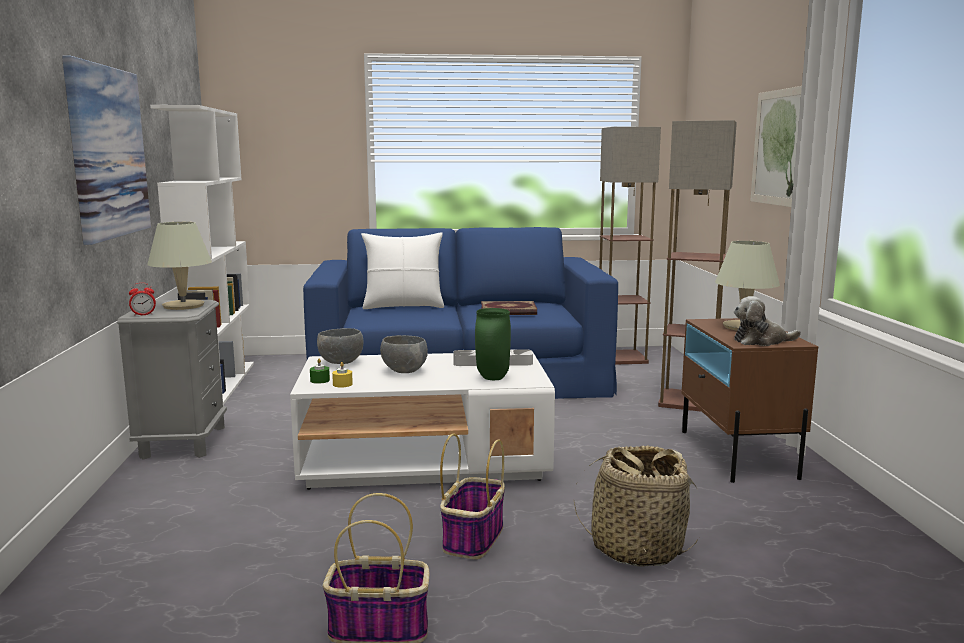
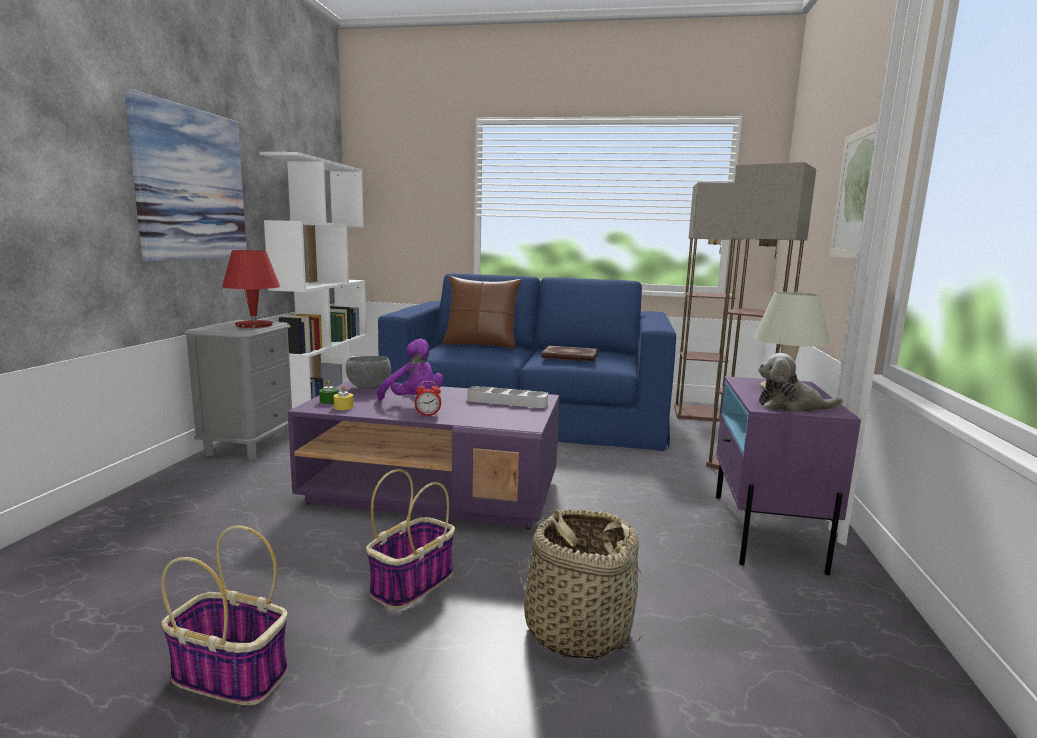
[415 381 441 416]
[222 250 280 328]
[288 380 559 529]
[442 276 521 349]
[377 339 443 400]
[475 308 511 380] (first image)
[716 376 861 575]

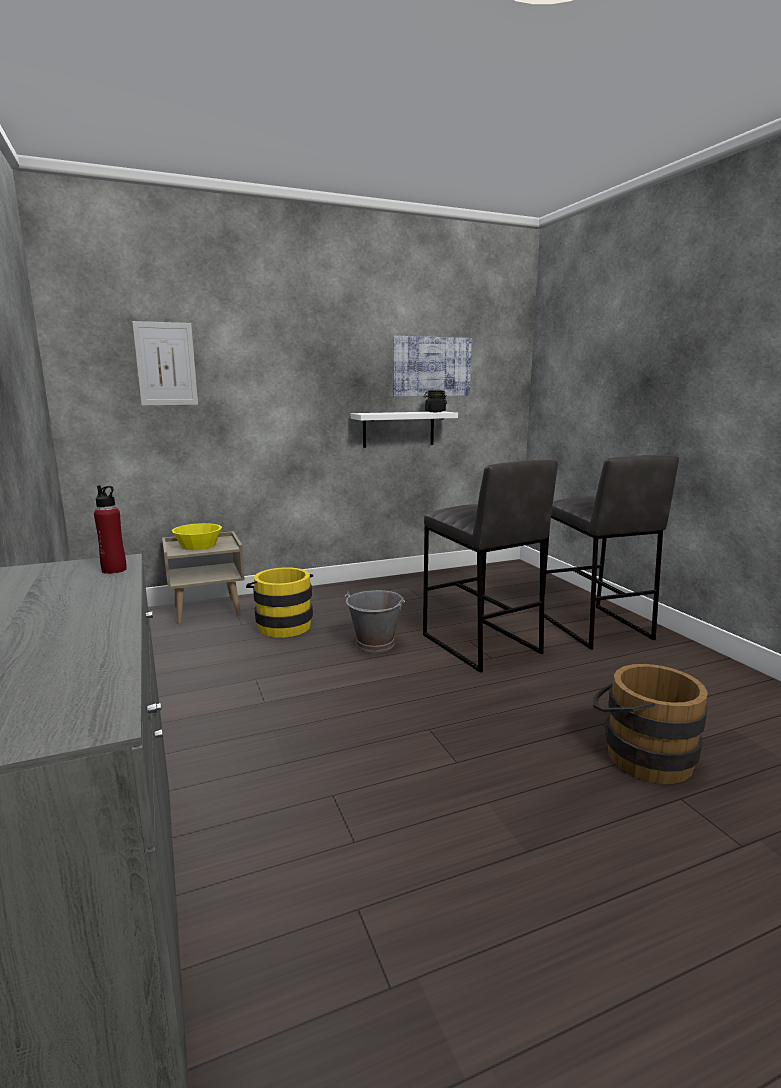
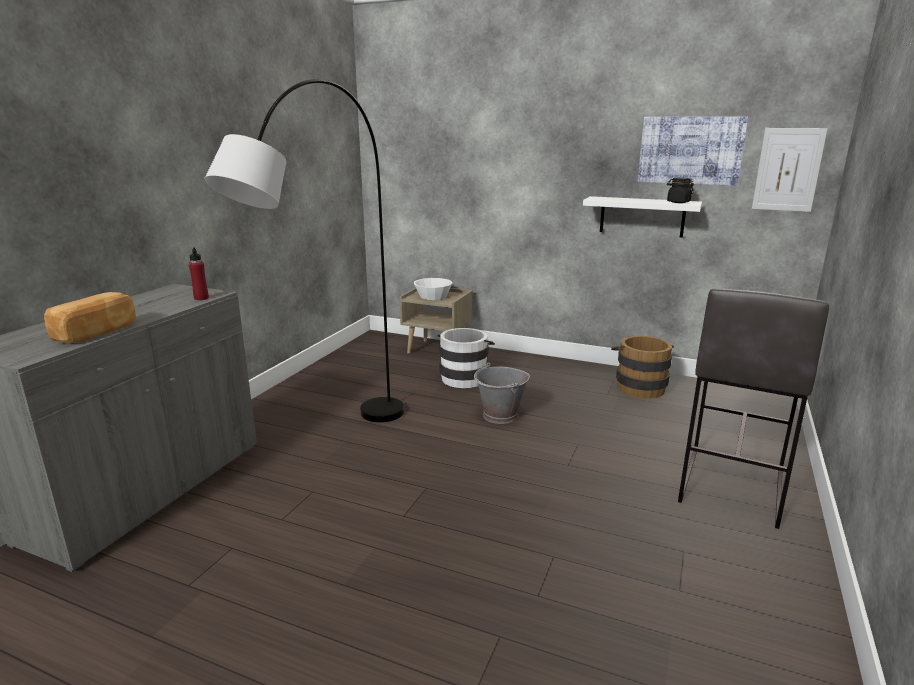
[752 128 828 212]
[414 278 452 300]
[438 328 495 388]
[423 460 558 673] (first image)
[611 336 674 399]
[44 292 136 344]
[204 79 404 422]

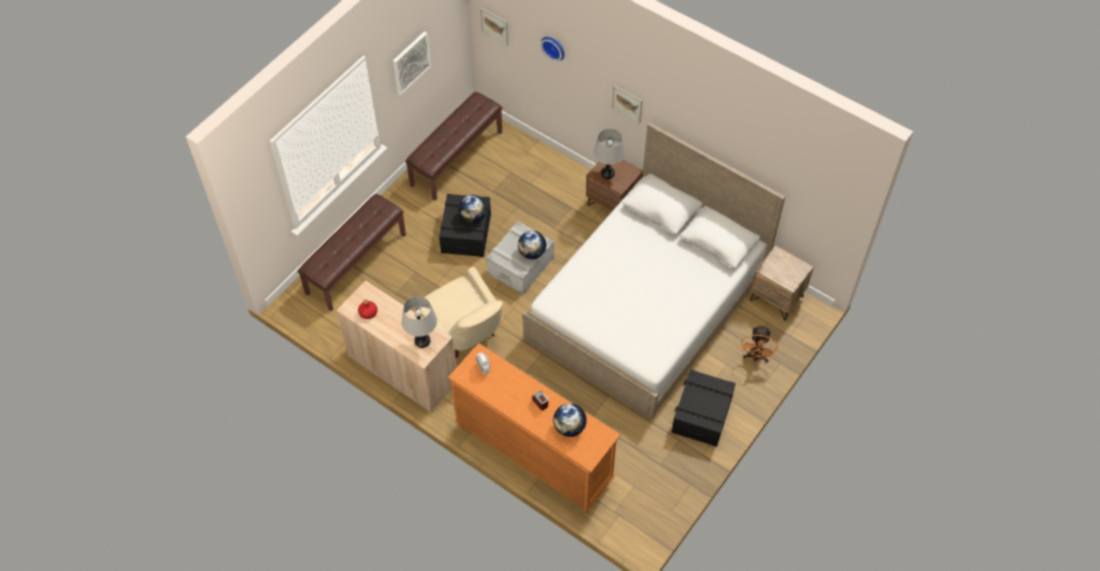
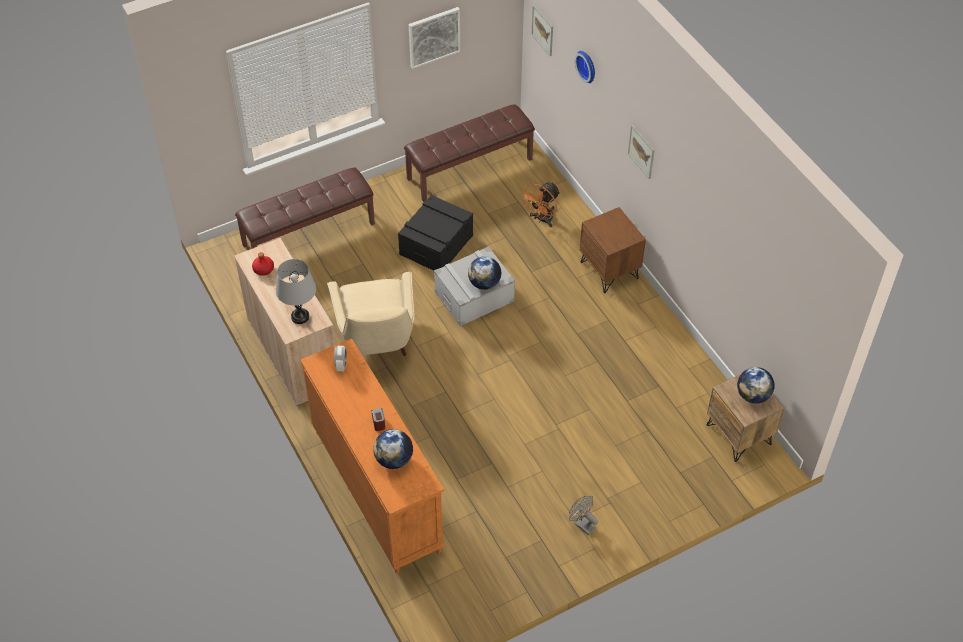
[737 367 774 404]
[523 122 786 420] (first image)
[594 128 625 179] (first image)
[569 496 598 535]
[521 182 560 227]

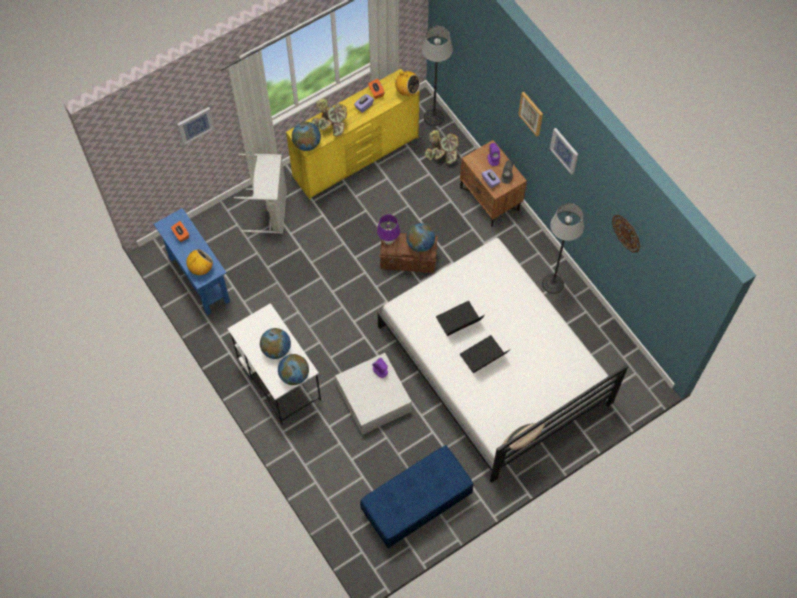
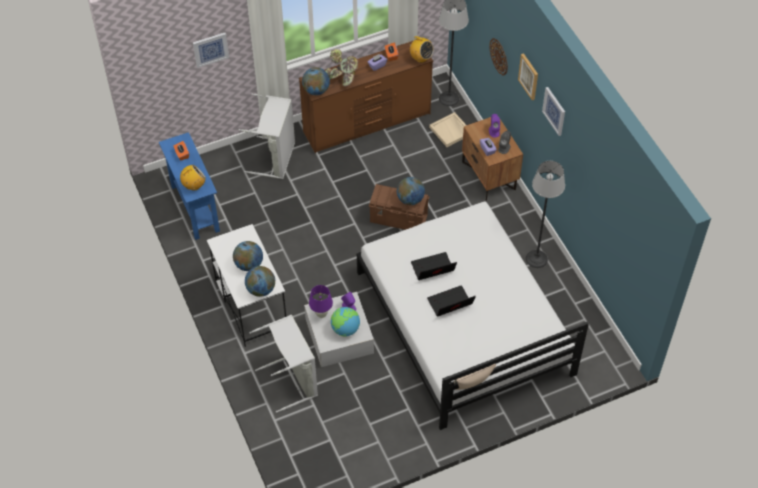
[299 41 433 153]
[360 445 473 548] (first image)
[309 285 333 318]
[429 112 466 147]
[489 38 508 76]
[249 315 318 413]
[331 307 360 337]

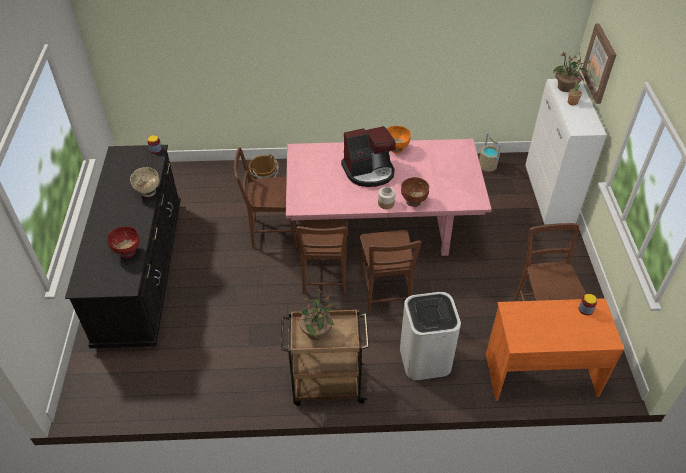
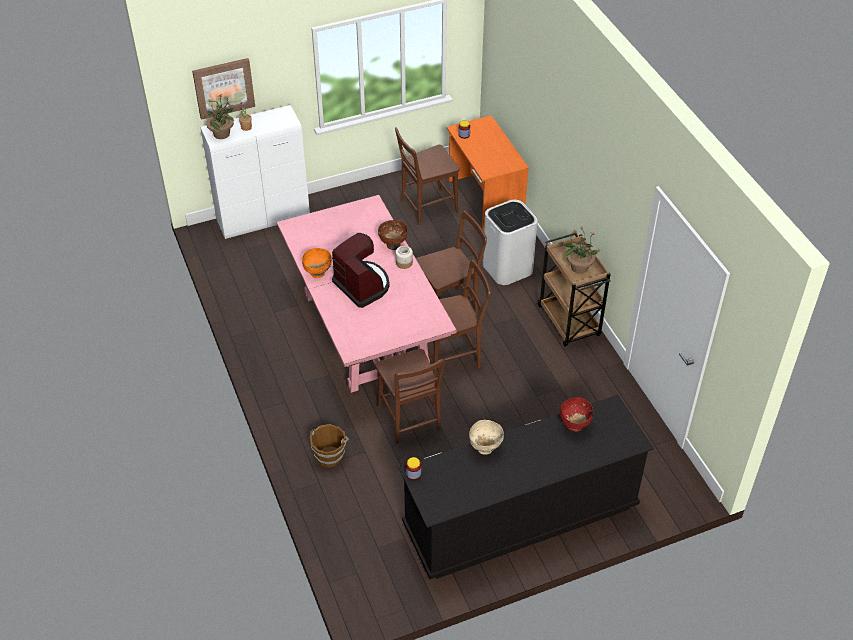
[479 133 501 172] (first image)

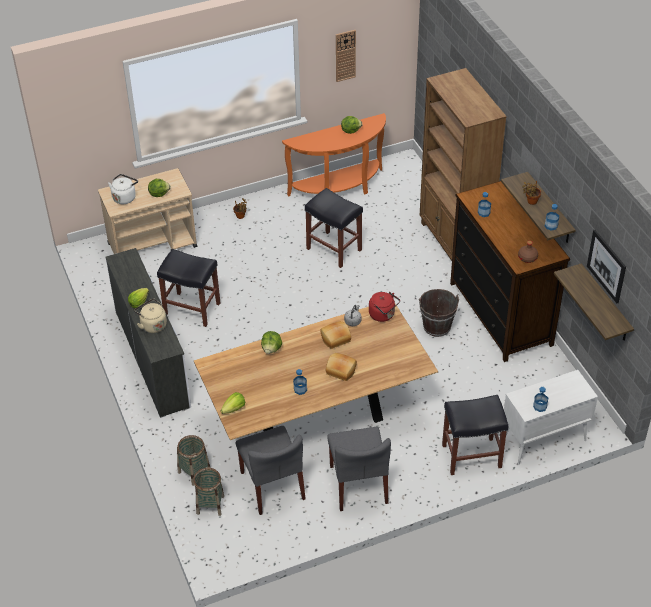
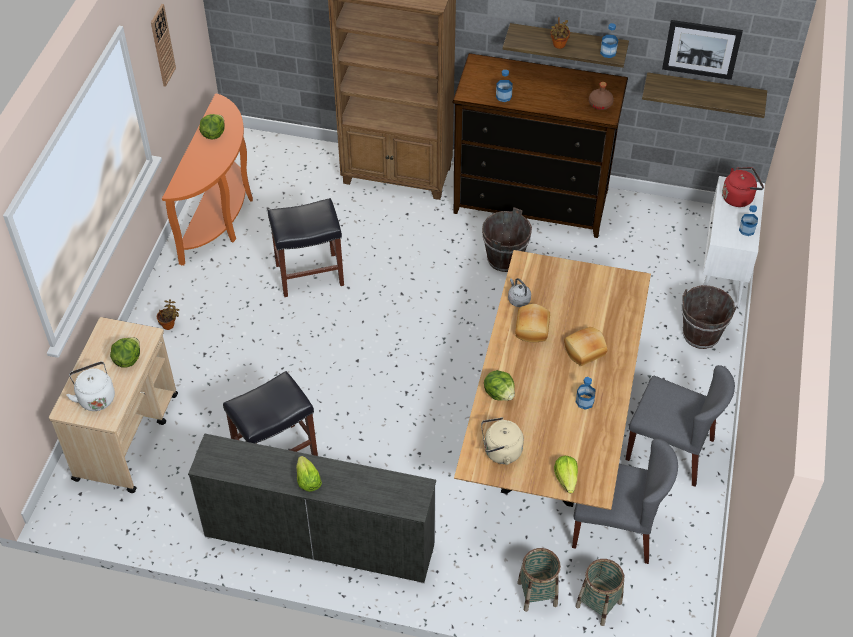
[481 417 524 465]
[722 167 764 207]
[682 285 737 349]

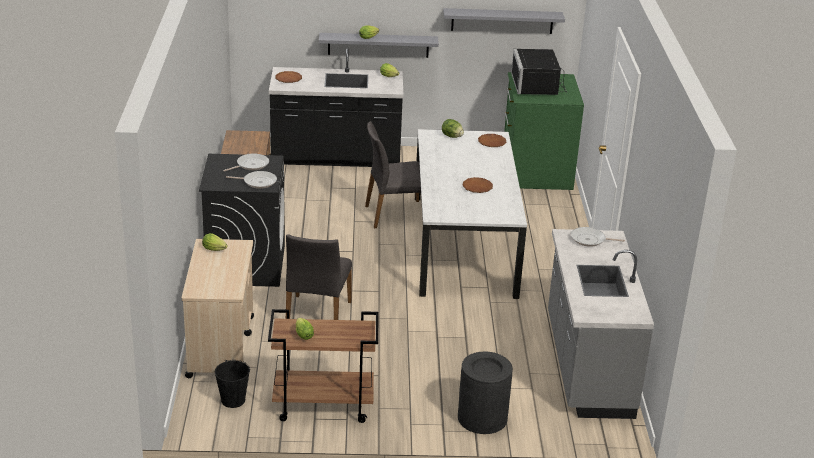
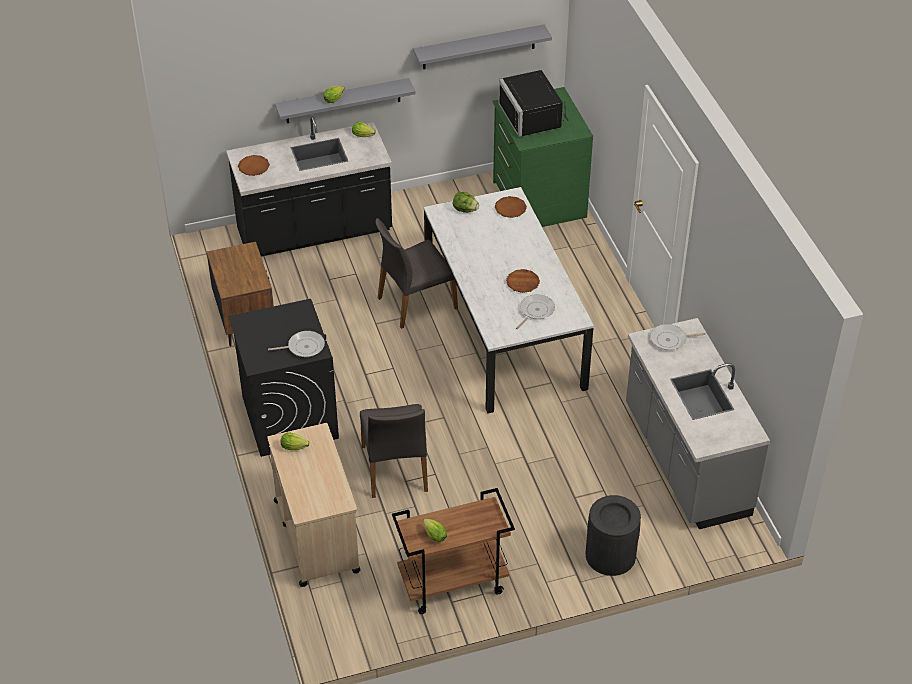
[215 360 250 408] (first image)
[516 294 555 329]

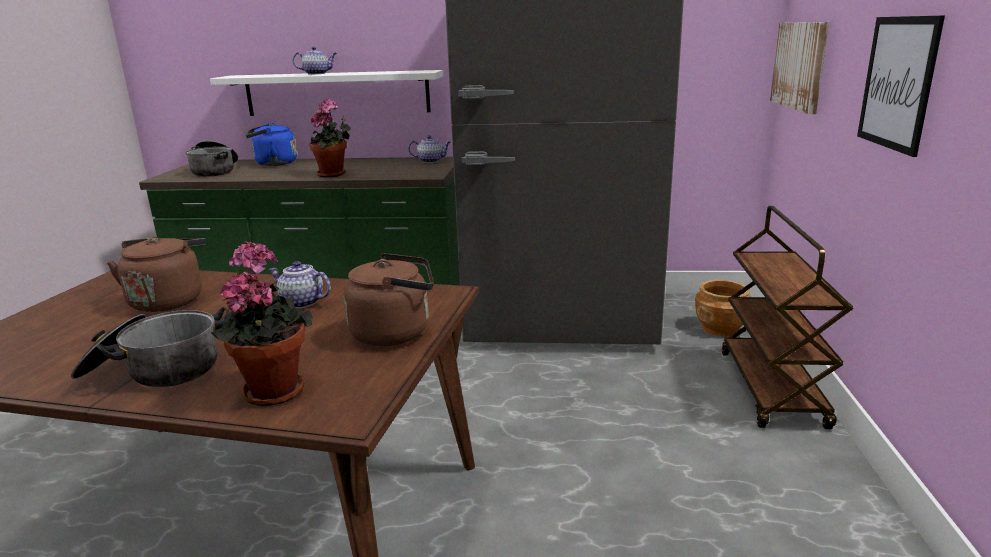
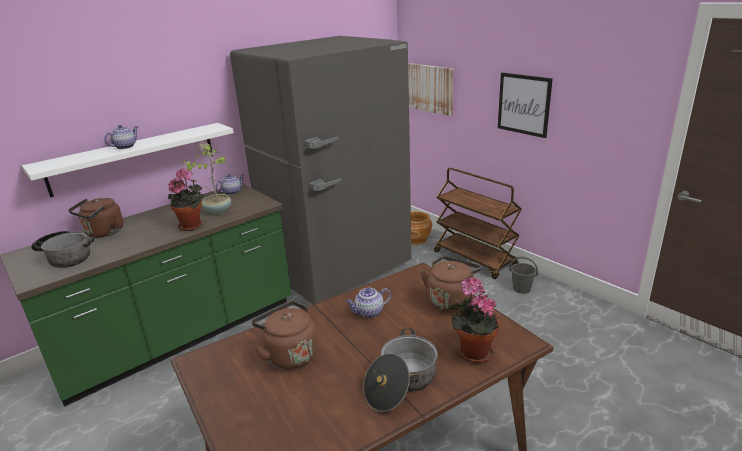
[68 198 124 238]
[182 142 231 214]
[509 257 538 294]

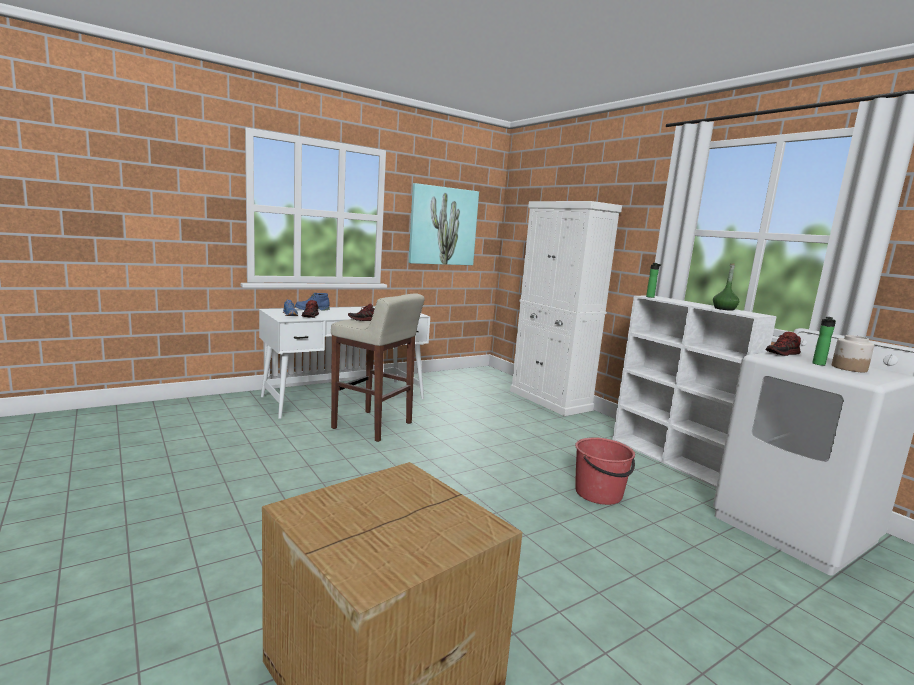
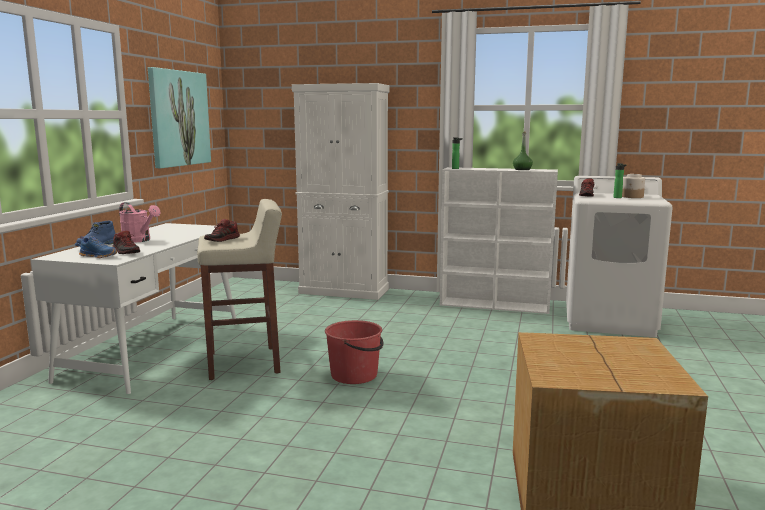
[325 320 384 384]
[119 202 161 243]

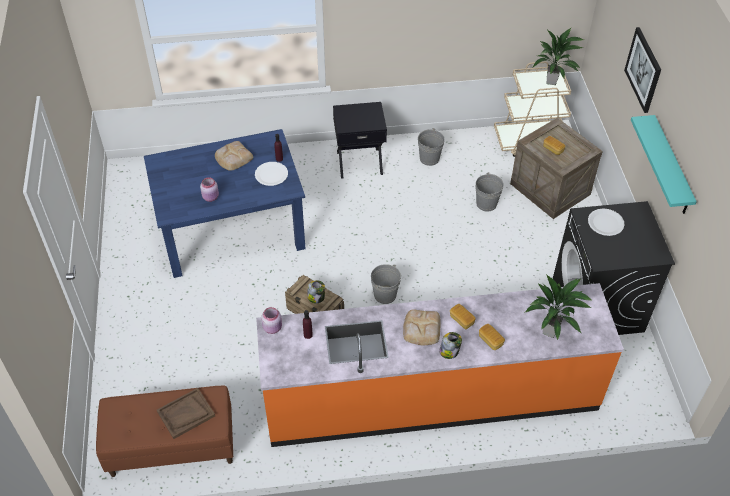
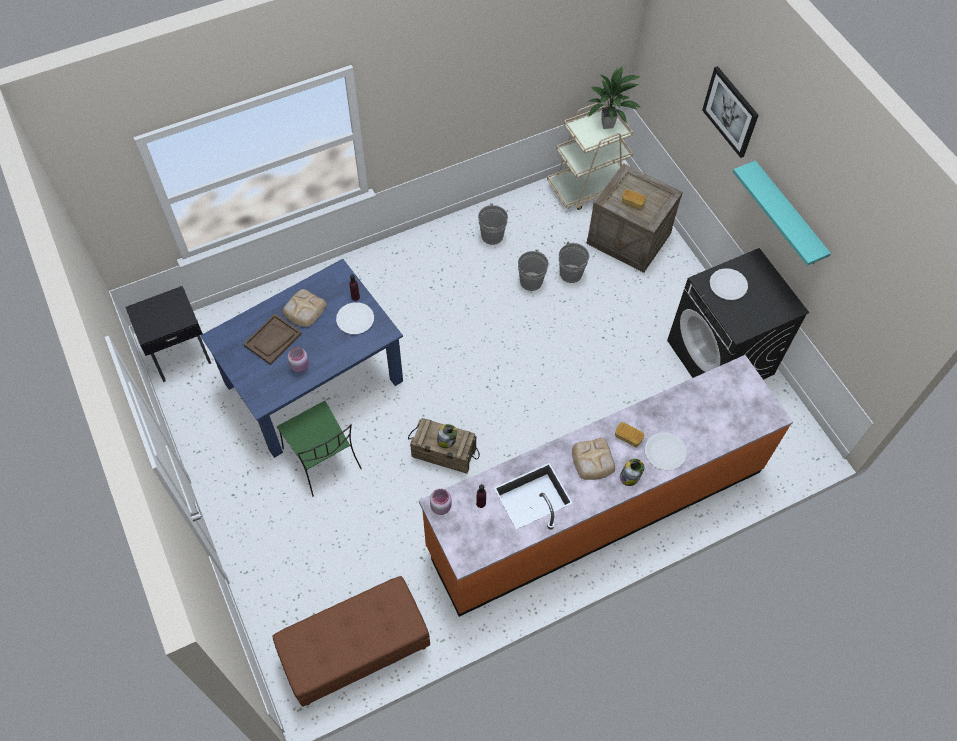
[244 314 302 365]
[126 286 211 382]
[518 249 549 291]
[645 432 686 471]
[524 274 593 340] (first image)
[277 401 362 496]

